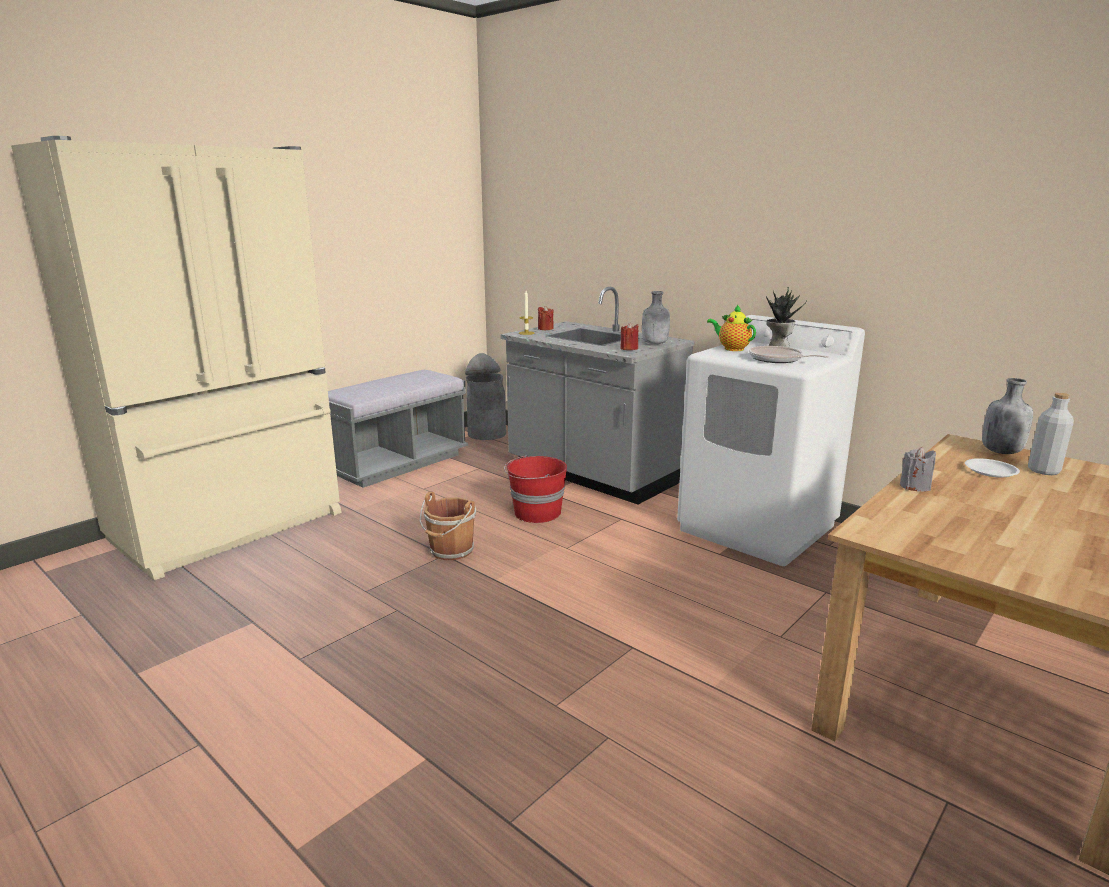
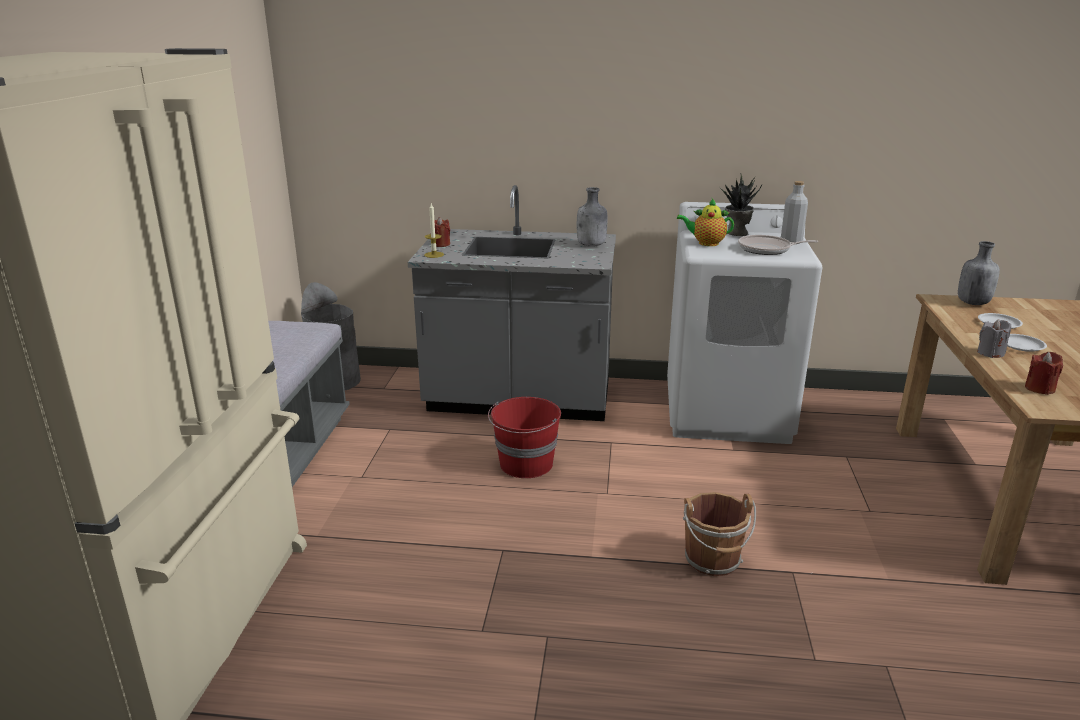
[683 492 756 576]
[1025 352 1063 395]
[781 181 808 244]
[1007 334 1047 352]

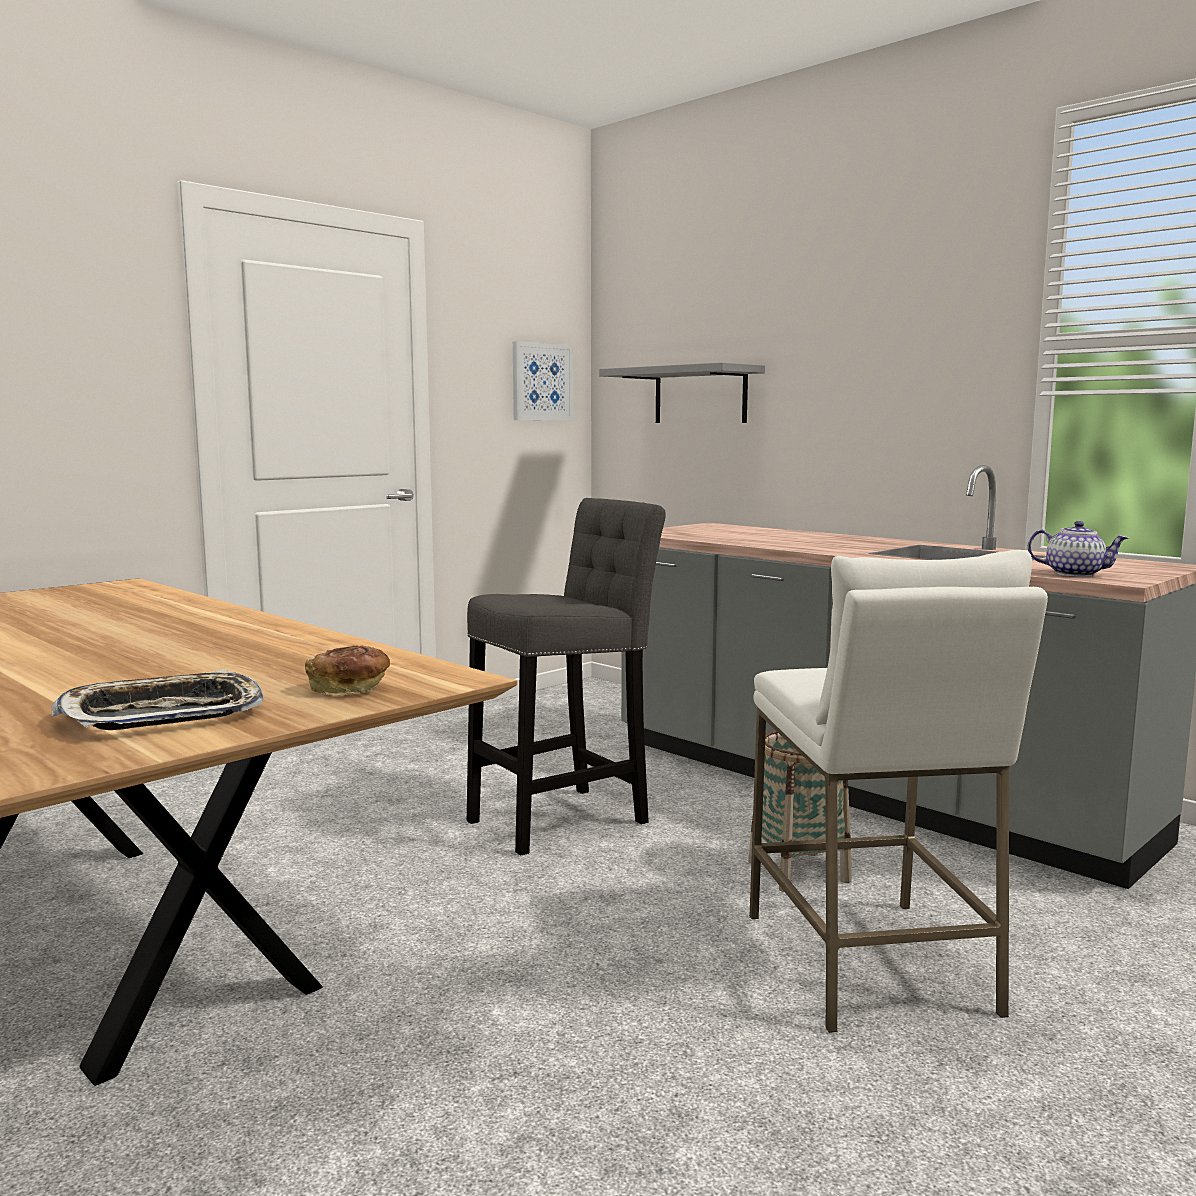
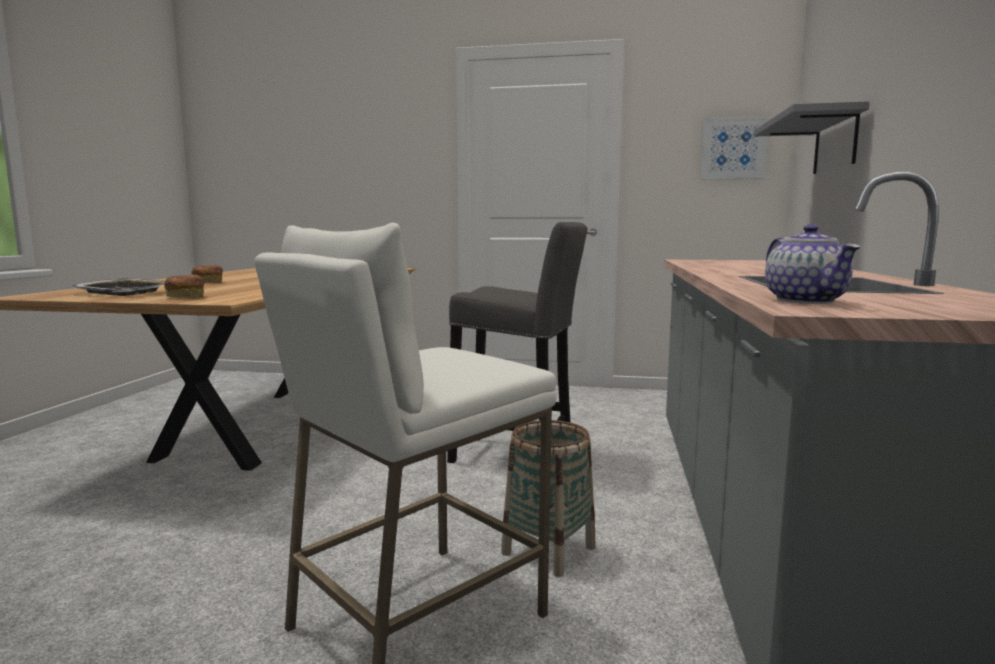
[191 265 223 283]

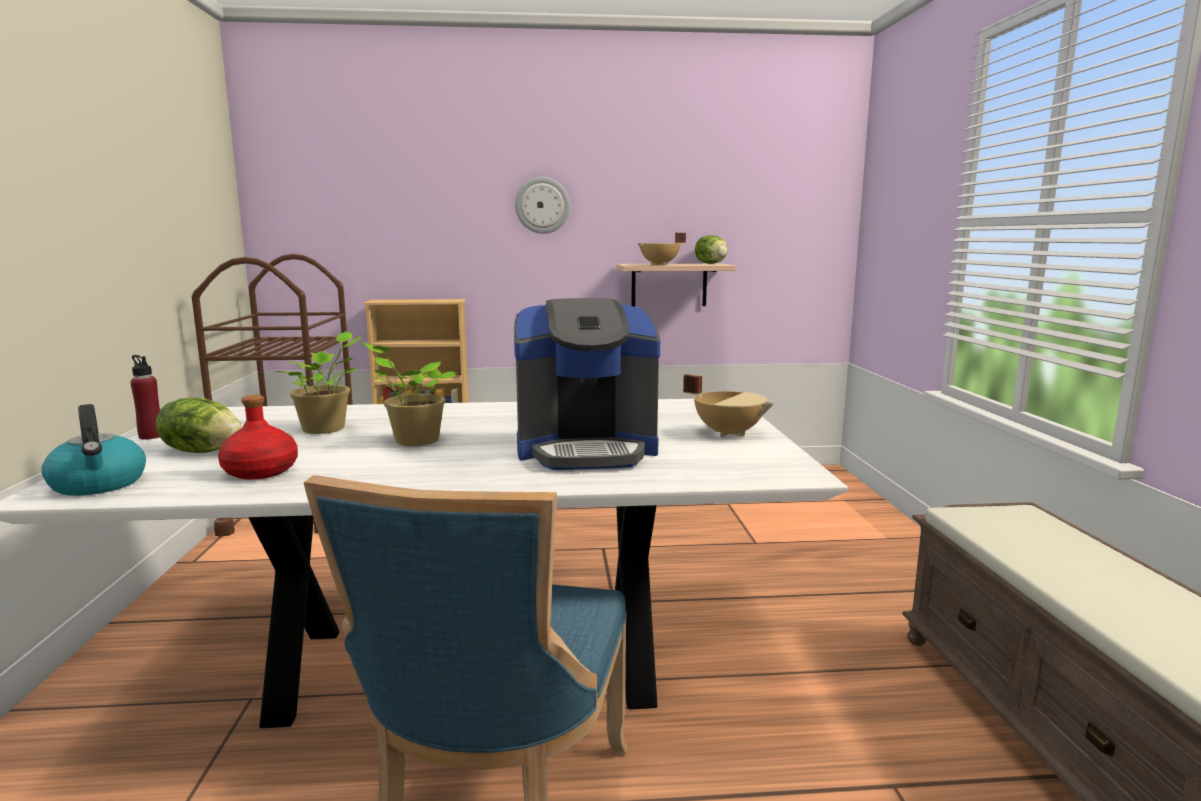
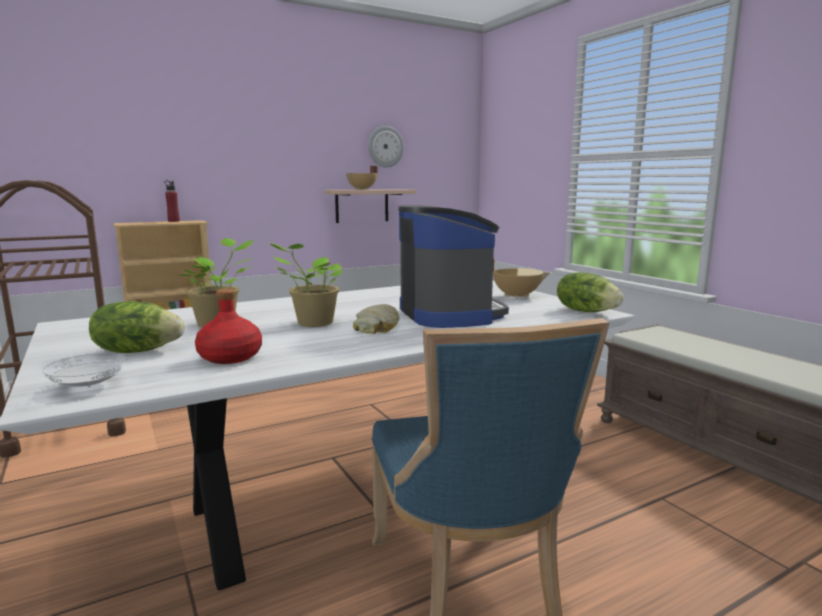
[42 353 127 387]
[164 181 180 222]
[398 205 509 328]
[368 126 404 168]
[557 272 624 312]
[353 304 399 334]

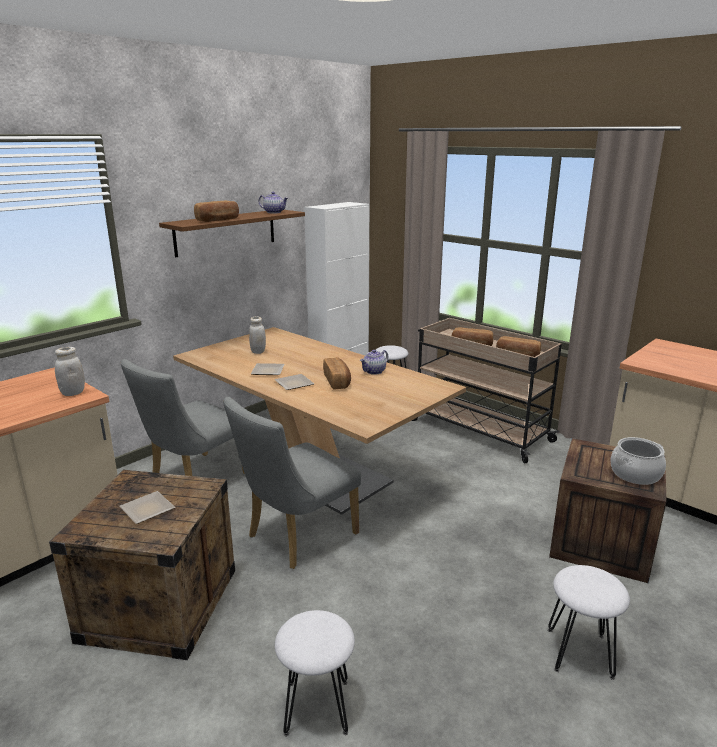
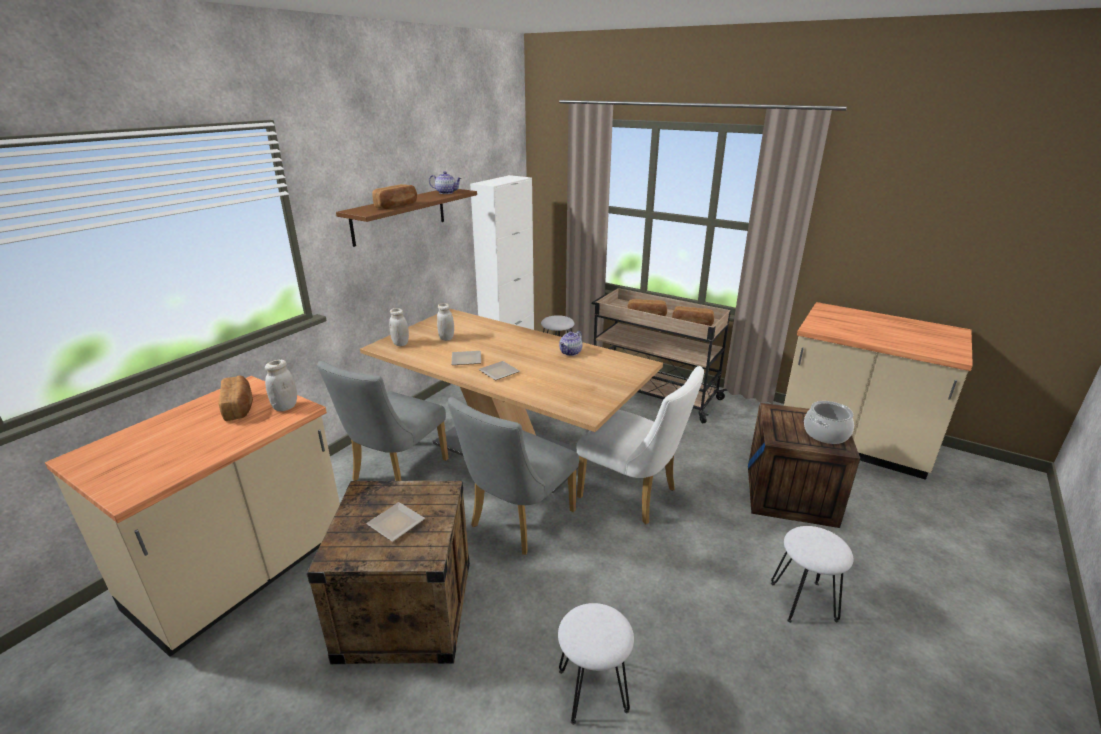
[219 376 253 421]
[389 308 409 346]
[577 366 704 524]

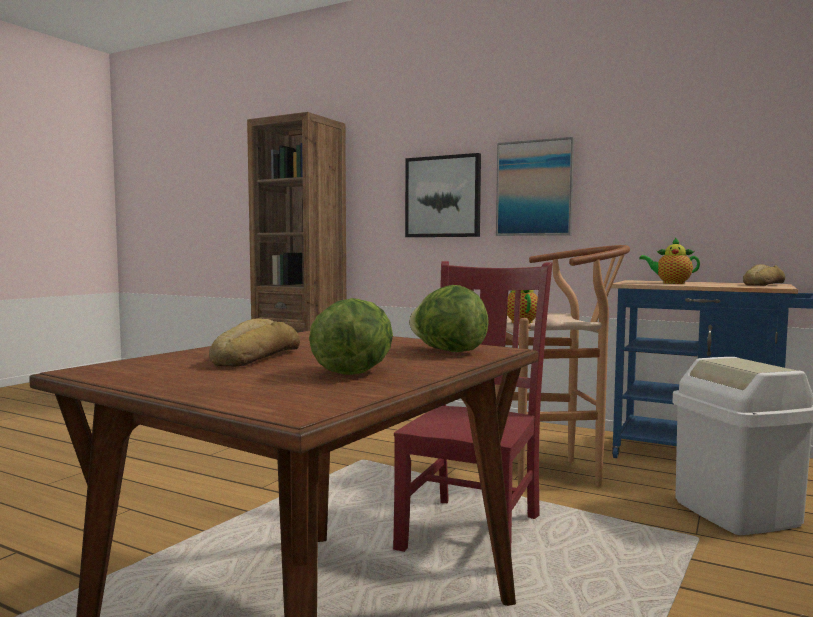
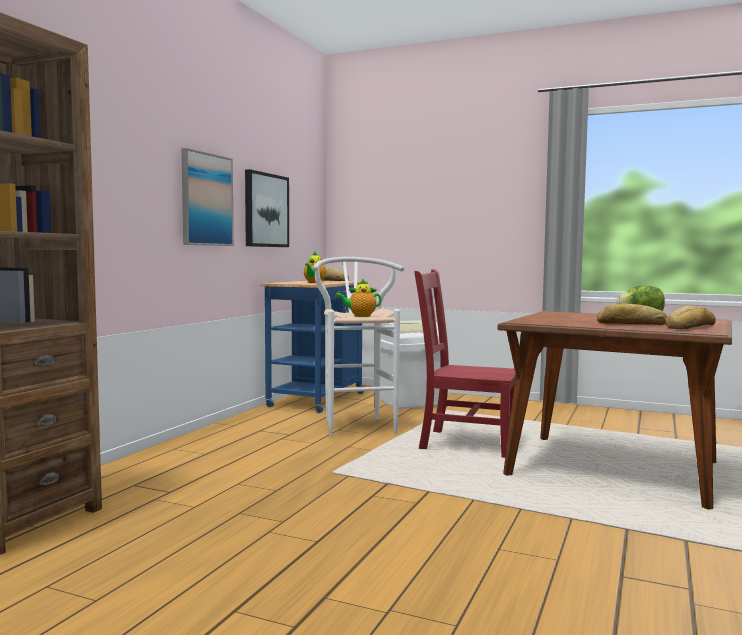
[245 169 289 247]
[409 285 489 352] (first image)
[313 257 404 437]
[665 305 716 329]

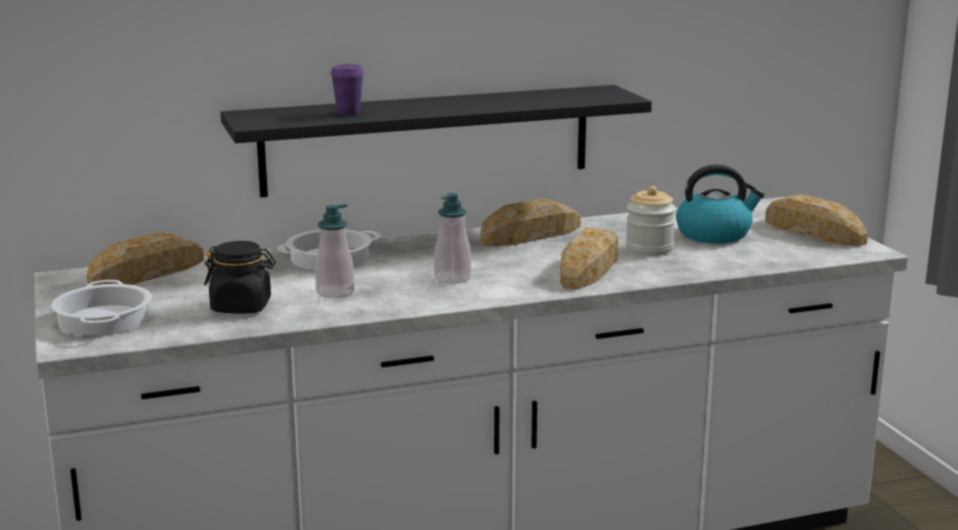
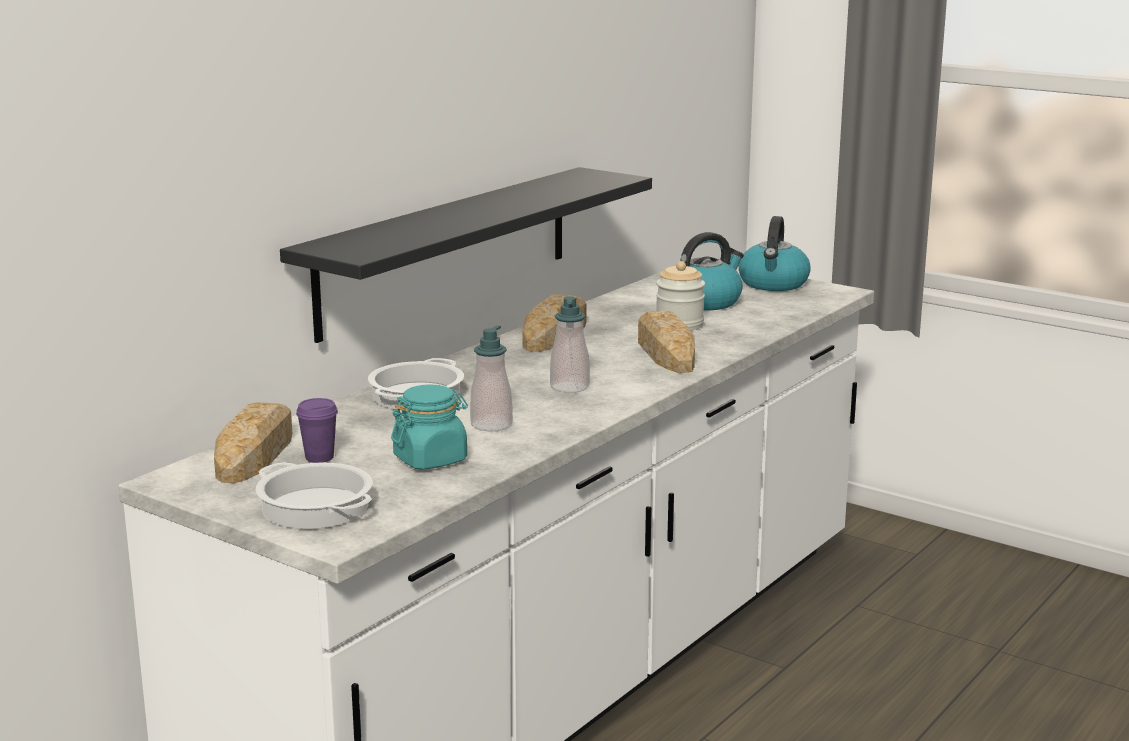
[391 385 468 470]
[296 398 338 463]
[739 216 811 291]

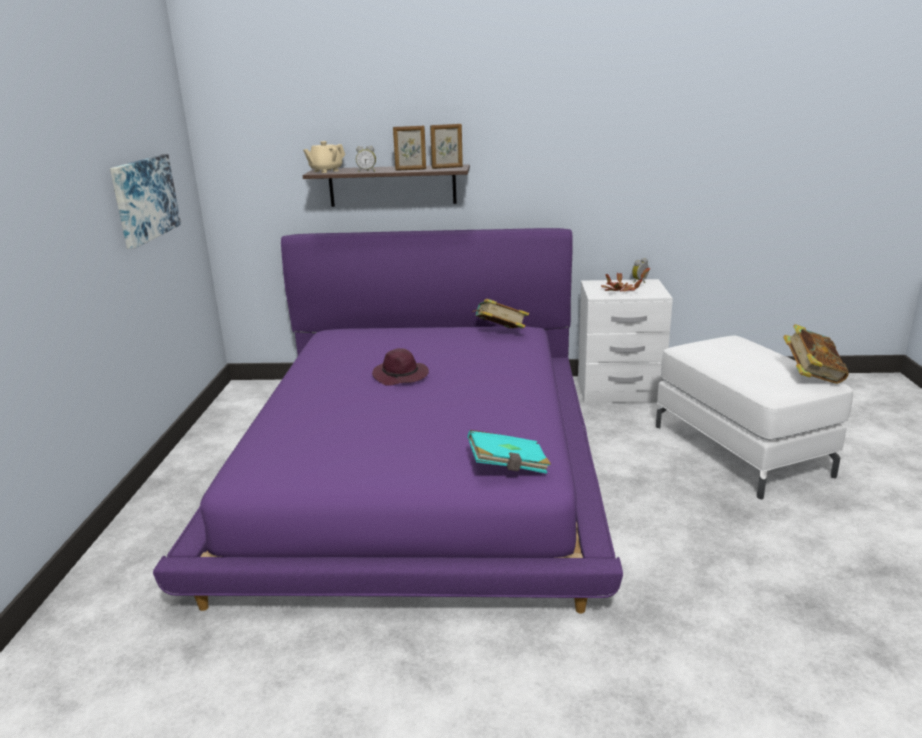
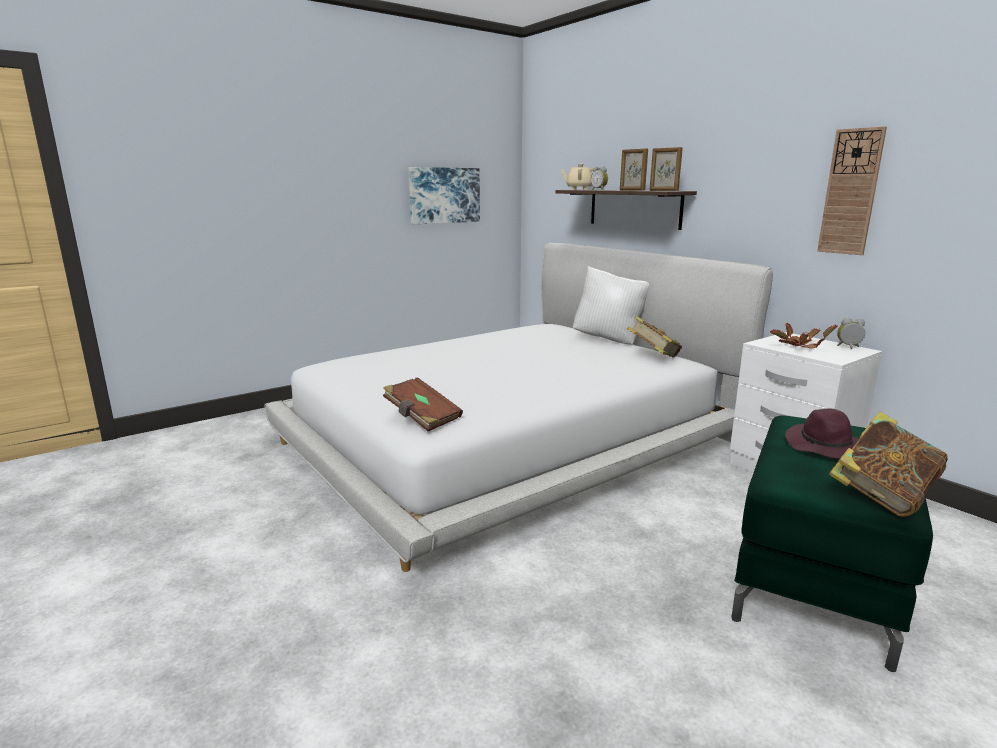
[264 242 773 572]
[785 408 860 459]
[383 377 463 431]
[731 415 933 672]
[573 266 649 345]
[817 126 887 255]

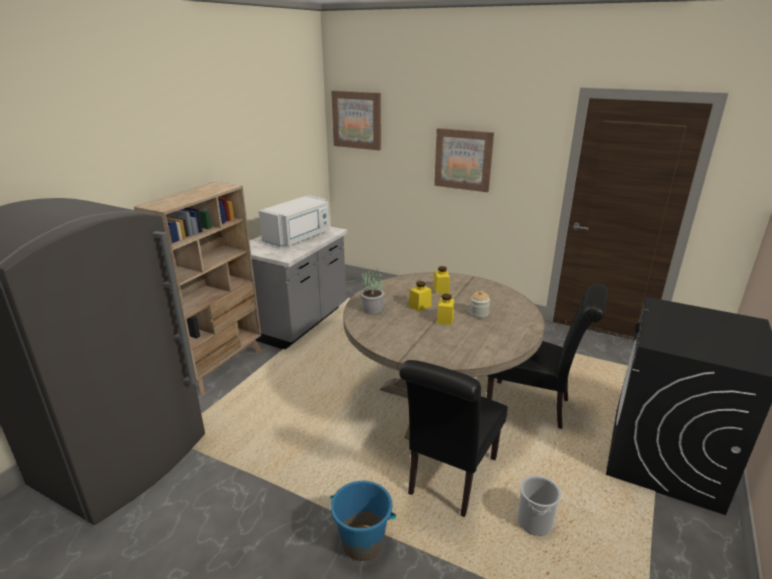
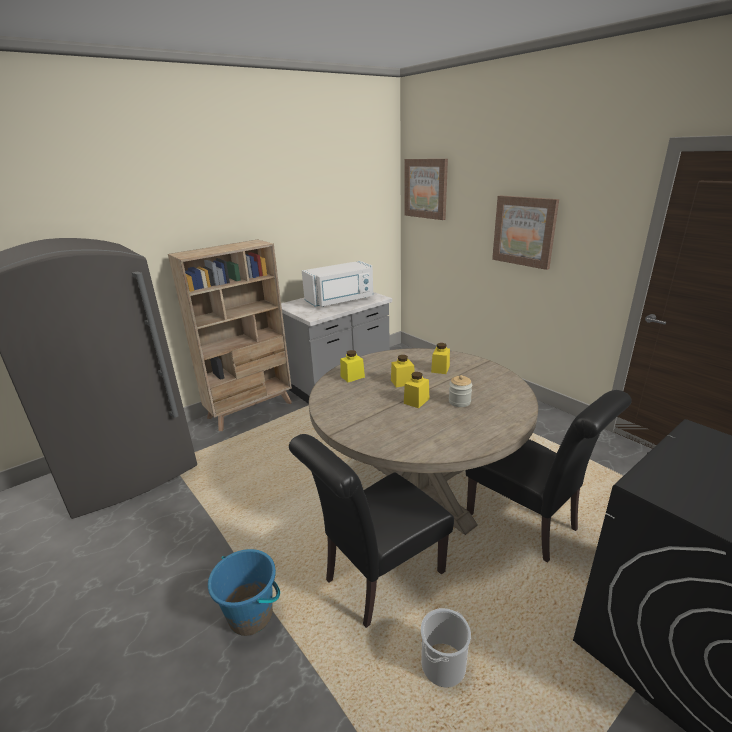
[340 350 365 382]

